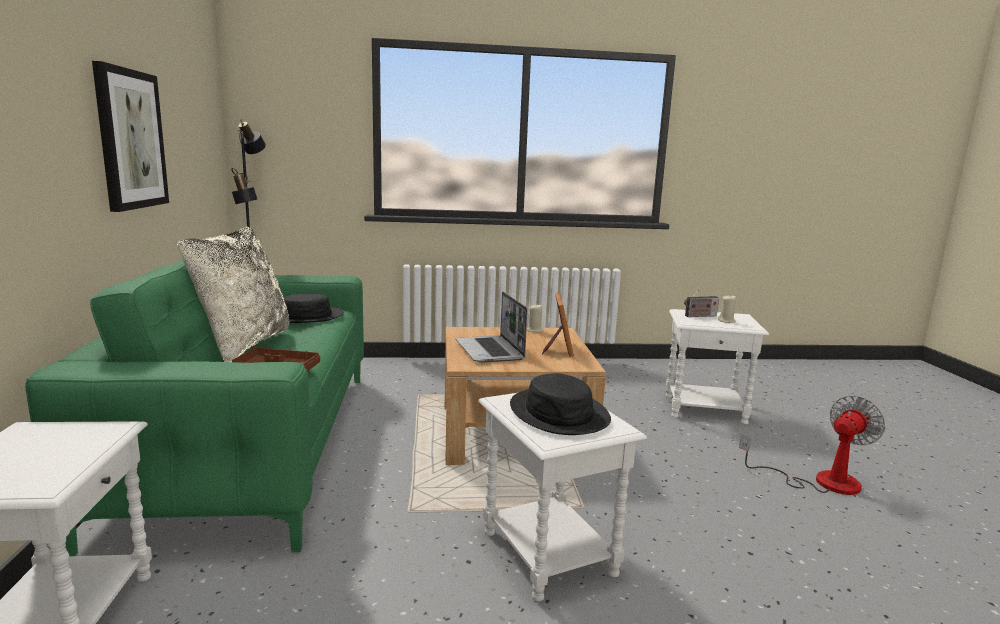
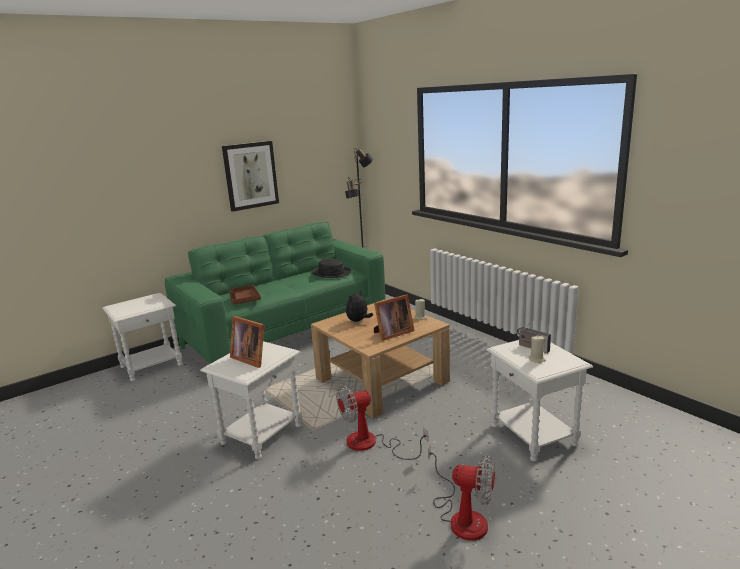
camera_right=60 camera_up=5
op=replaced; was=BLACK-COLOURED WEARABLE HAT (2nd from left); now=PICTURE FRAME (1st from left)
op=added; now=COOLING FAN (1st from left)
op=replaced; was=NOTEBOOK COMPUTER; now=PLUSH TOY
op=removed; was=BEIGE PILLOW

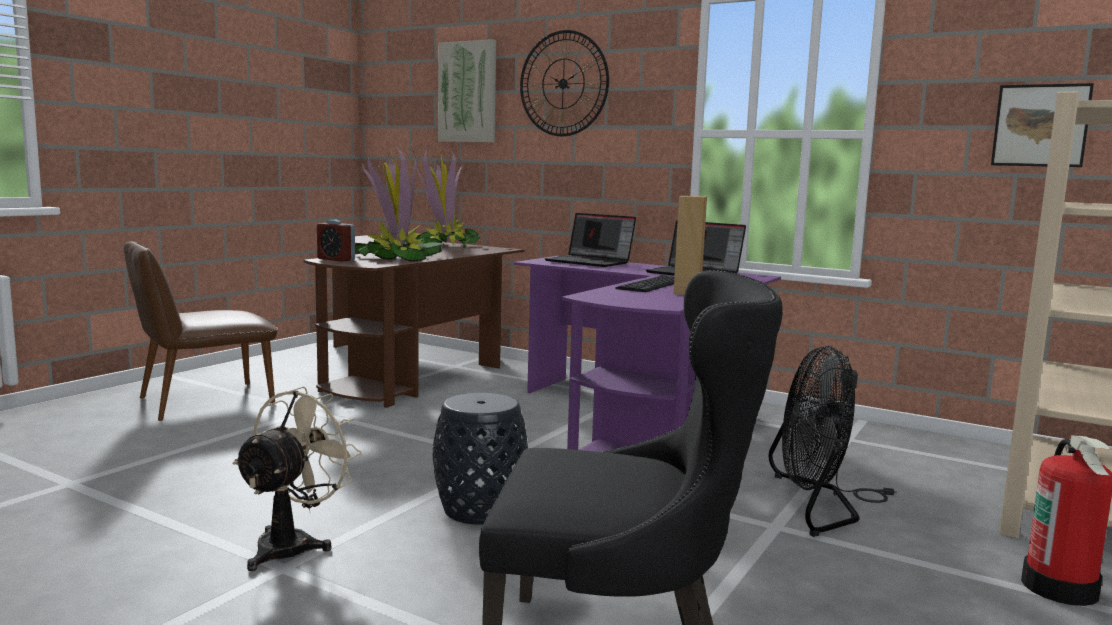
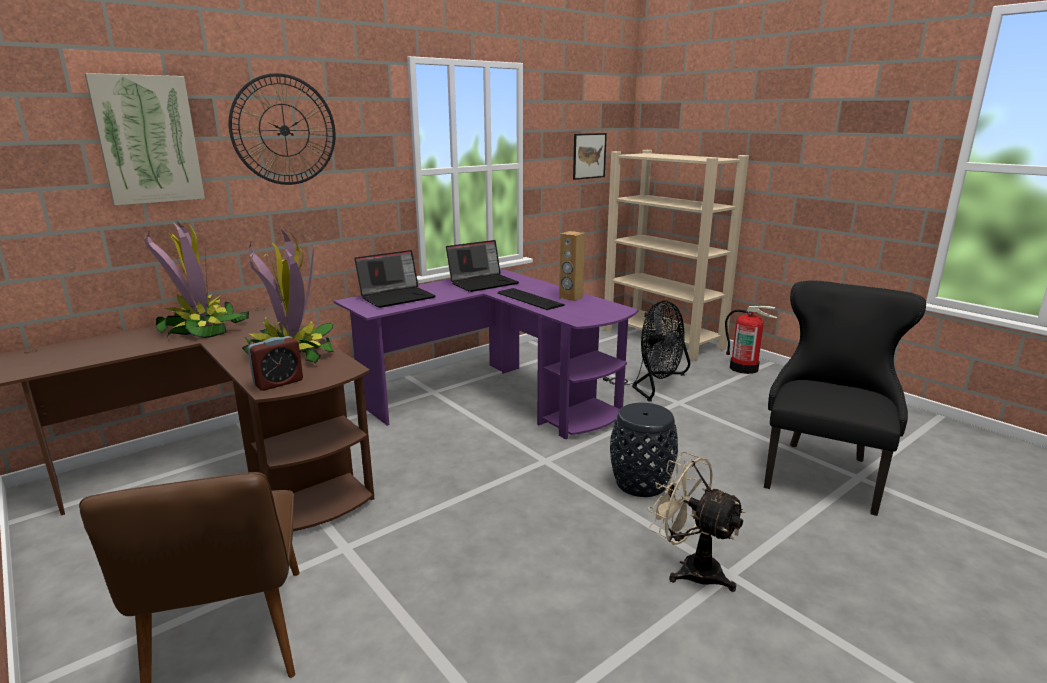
camera_right=-70 camera_up=10
op=turned; was=BLACK-COLOURED COOLING FAN; clockwise=-75

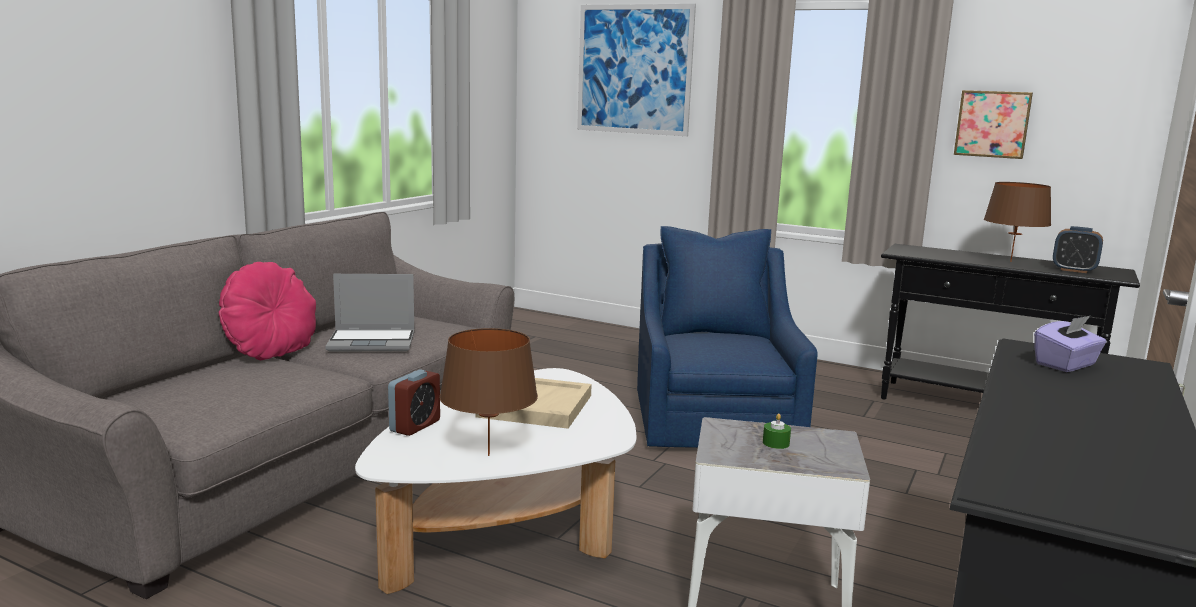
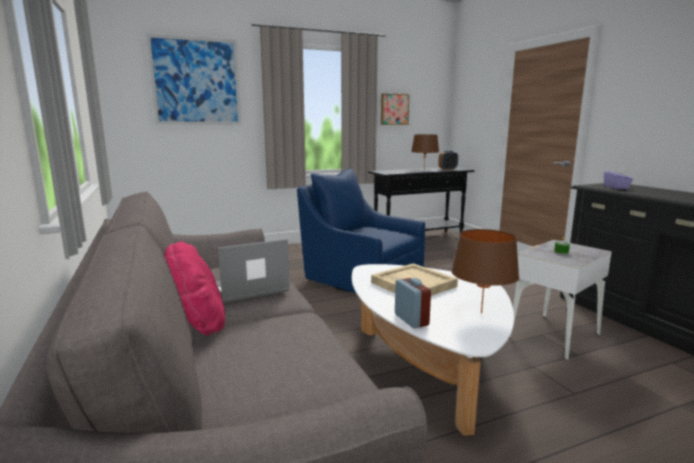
camera_right=-50 camera_up=0
op=turned; was=NOTEBOOK COMPUTER; clockwise=-150

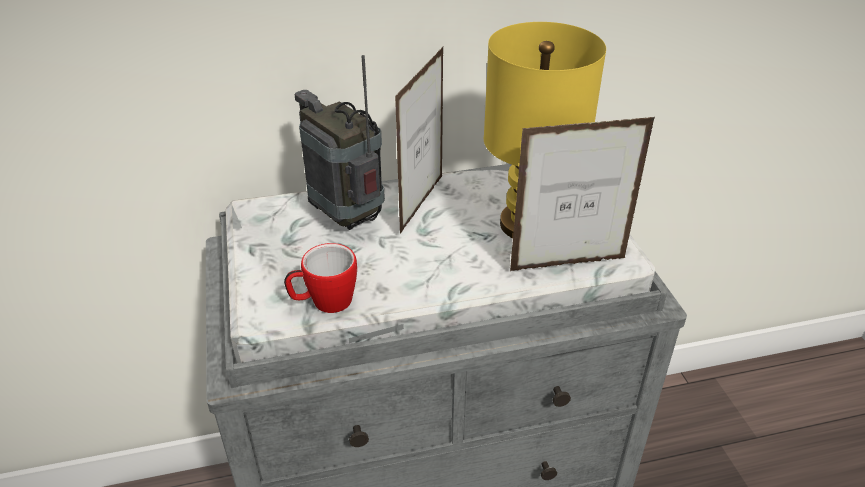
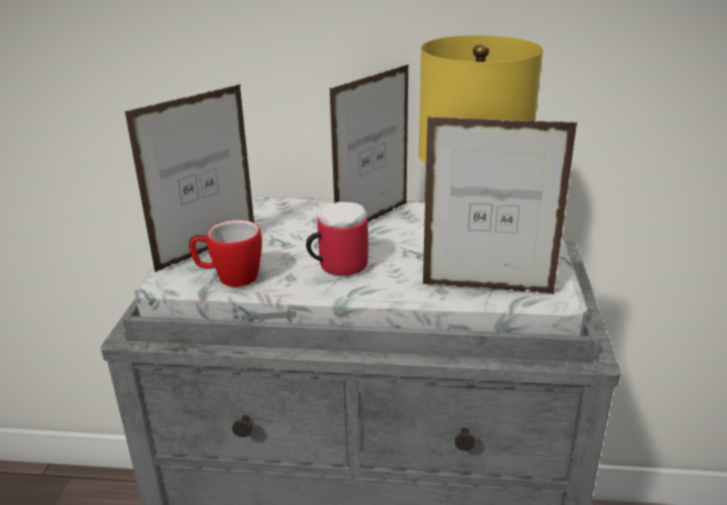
camera_right=20 camera_up=-10
op=added; now=PICTURE FRAME (1st from left)
op=added; now=TEA MUG (2nd from left)
op=removed; was=RADIO SET

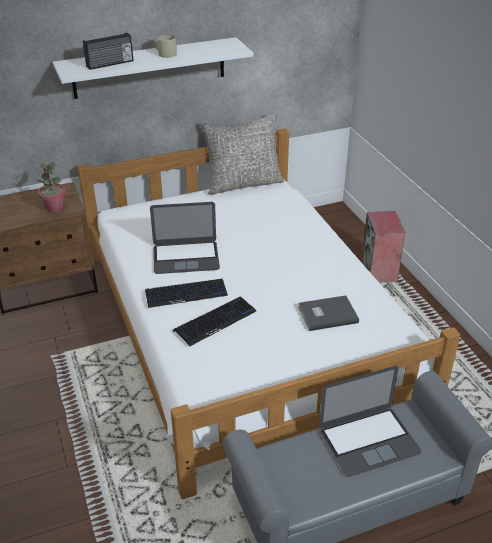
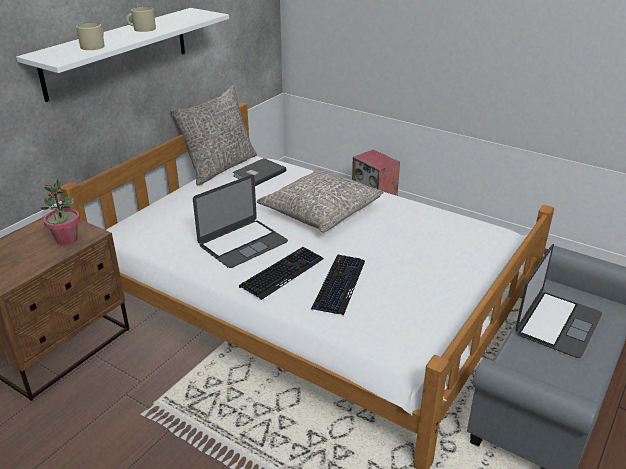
camera_right=-35 camera_up=-5
op=replaced; was=RADIO SET; now=BEIGE TEA MUG (1st from left)
op=moved; was=GRAY VOLUME
op=added; now=GRAY PILLOW (2nd from left)

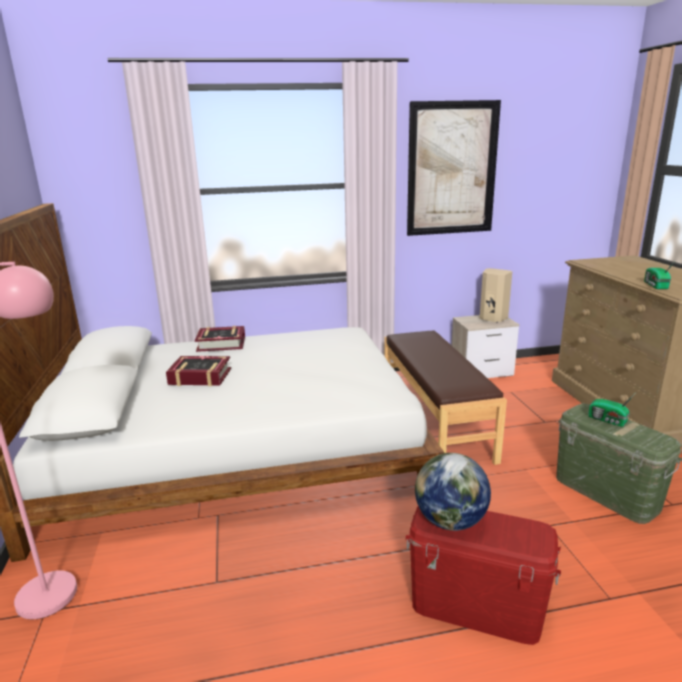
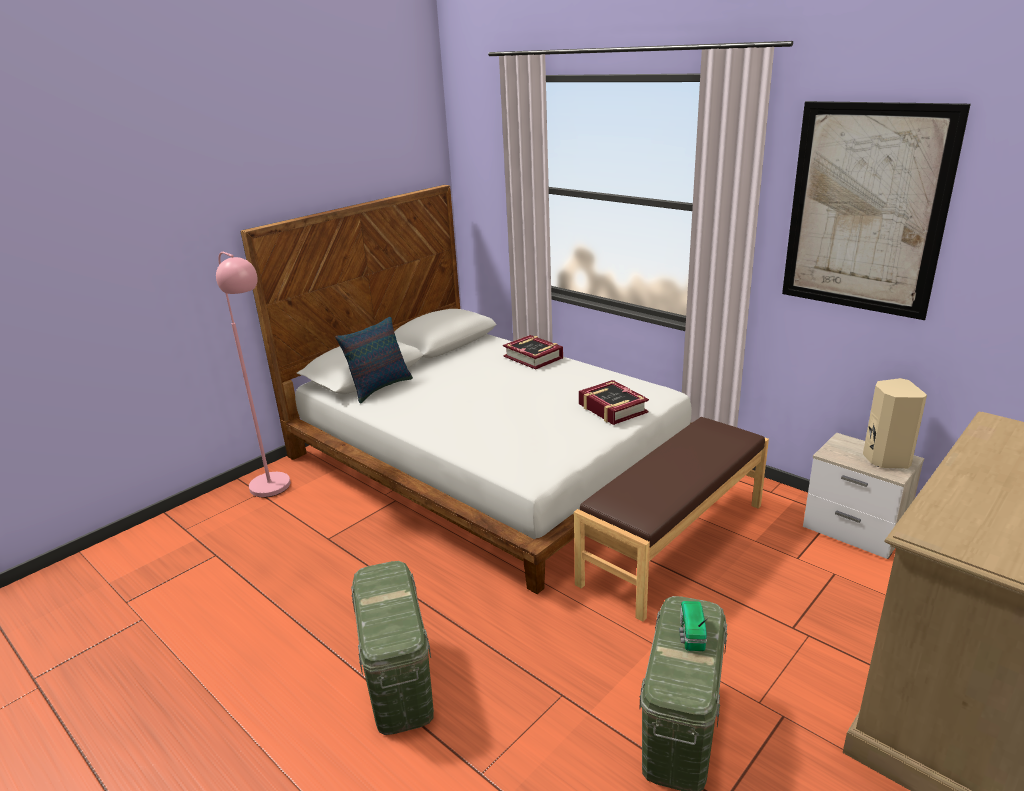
camera_right=55 camera_up=5
op=added; now=BLUISH PILLOW
op=recoloured; was=REDDISH STORAGE CONTAINER; now=GREENISH STORAGE CONTAINER (1st from left)
op=moved; was=VOLUME (1st from left in the first image); now=VOLUME (2nd from left)
op=removed; was=GLOBE
op=removed; was=RADIO SET (2nd from left)

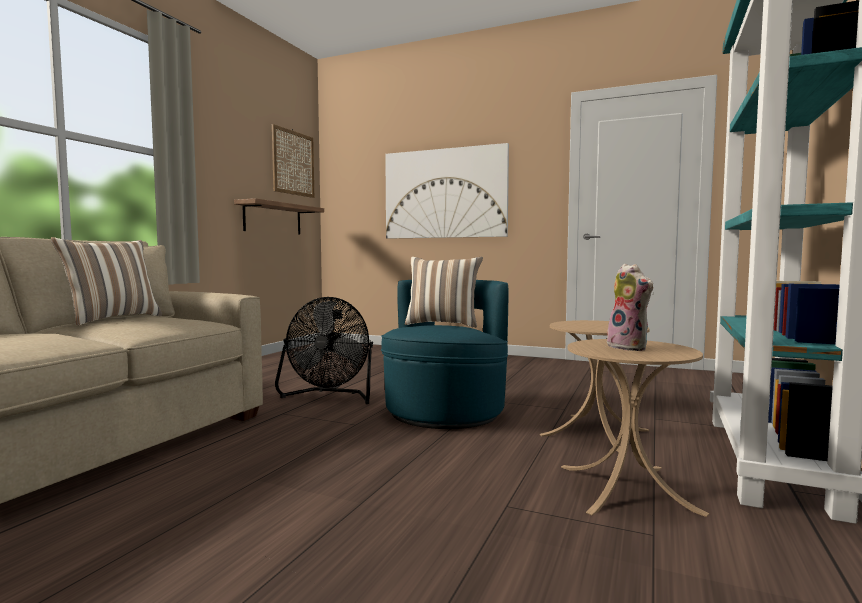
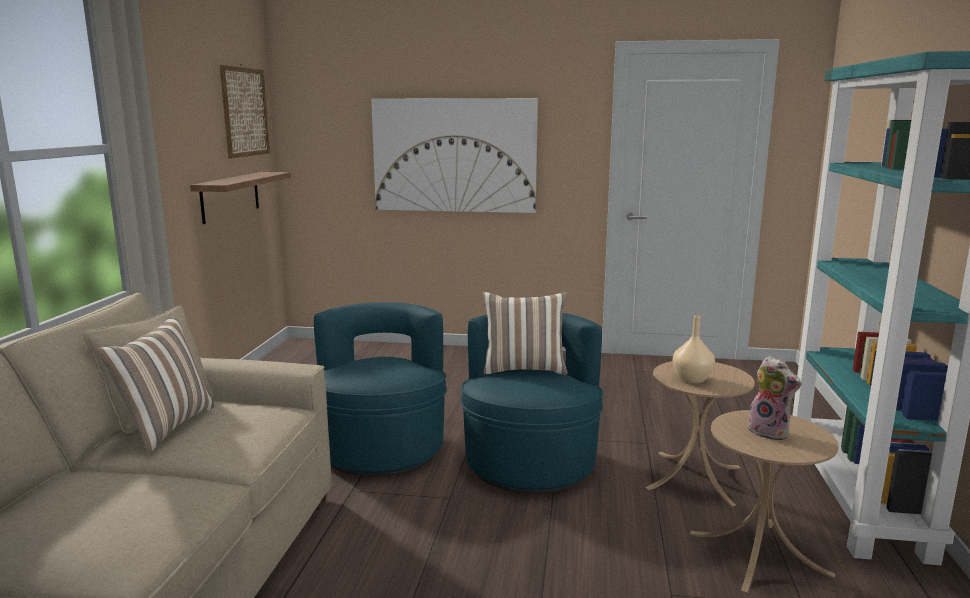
camera_right=-15 camera_up=10
op=replaced; was=BLACK-COLOURED COOLING FAN; now=TURQUOISE LOUNGE CHAIR (1st from left)
op=added; now=BEIGE DECORATIVE VASE

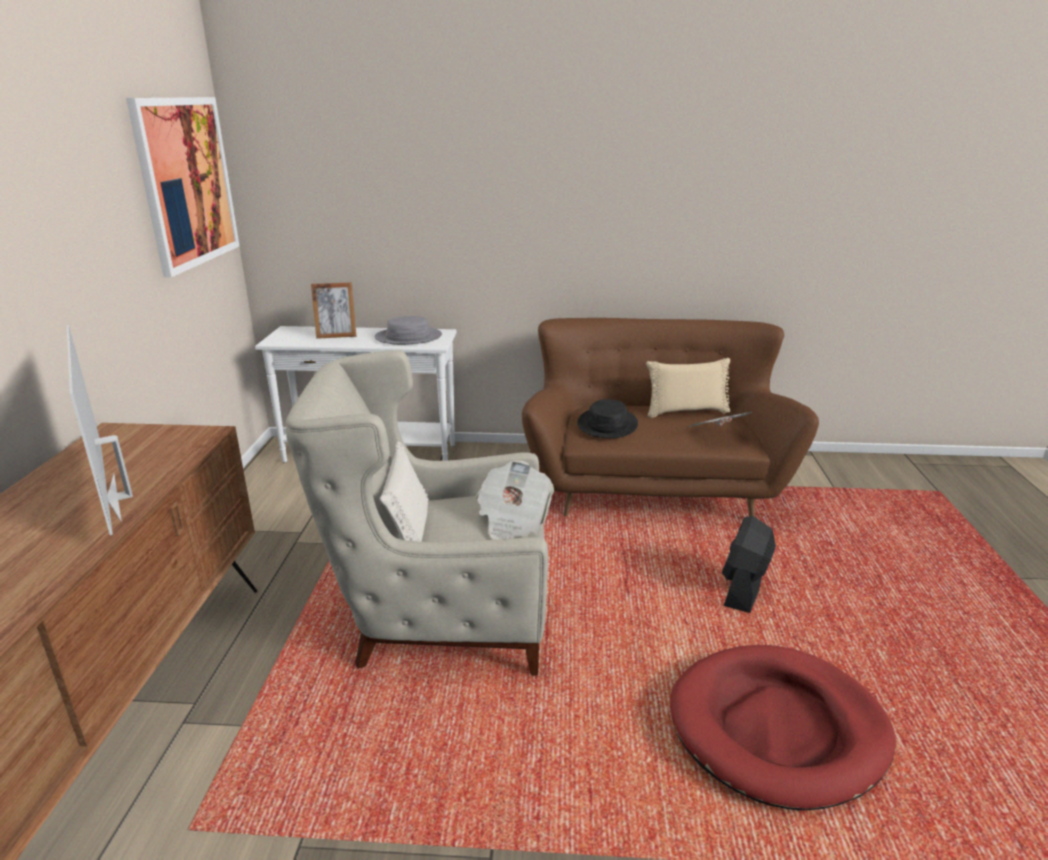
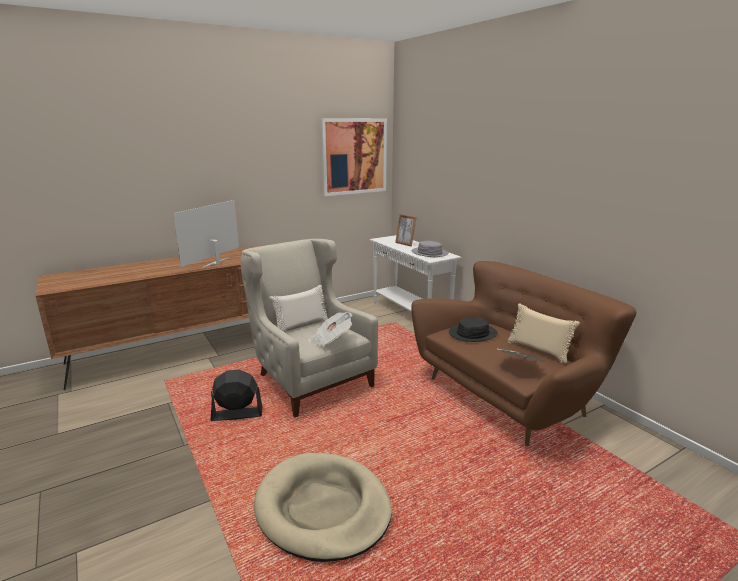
camera_right=55 camera_up=-5
op=moved; was=BLACK-COLOURED COOLING FAN
op=recoloured; was=REDDISH PET BED; now=BEIGE PET BED

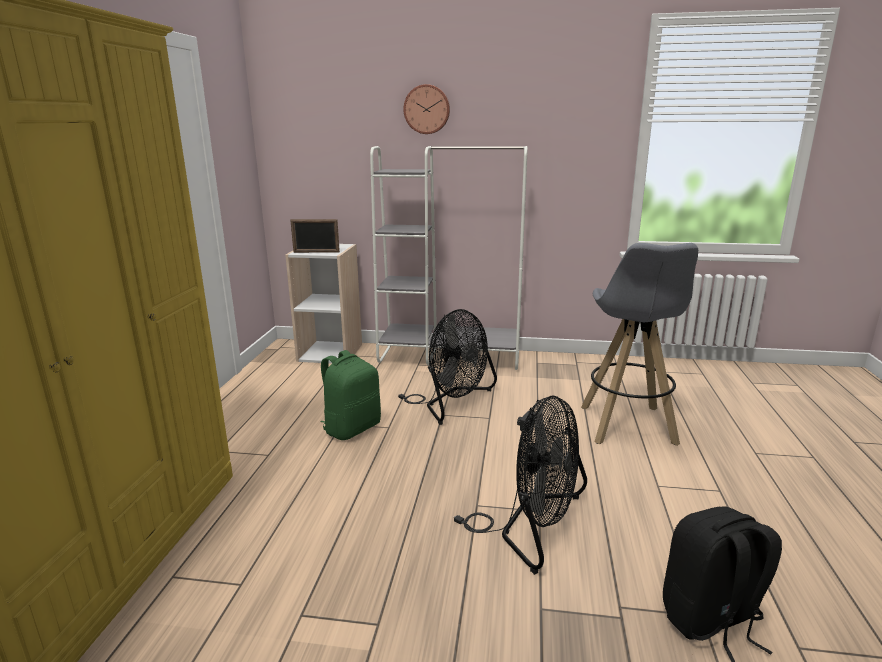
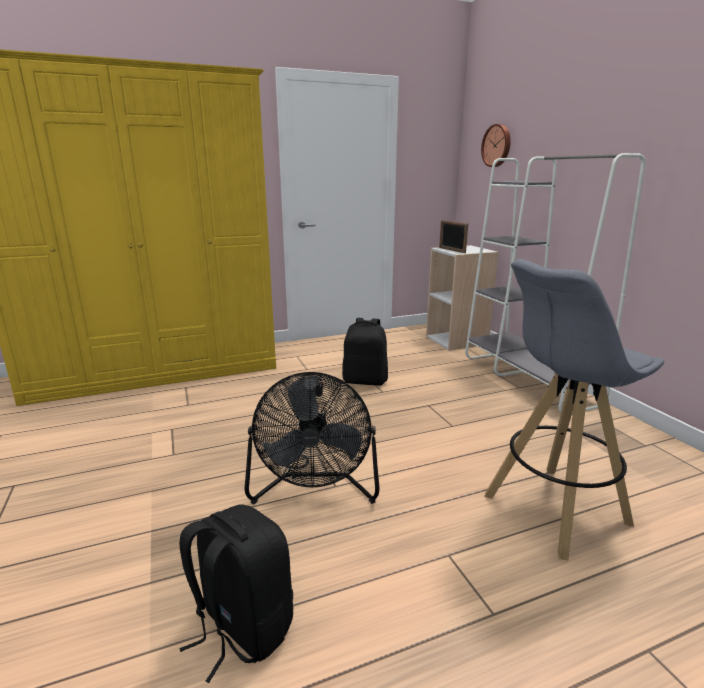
camera_right=60 camera_up=0
op=recoloured; was=GREENISH KNAPSACK; now=BLACK-COLOURED KNAPSACK (2nd from left)
op=moved; was=CLOCK ON THE WALL
op=removed; was=BLACK-COLOURED COOLING FAN (1st from left)

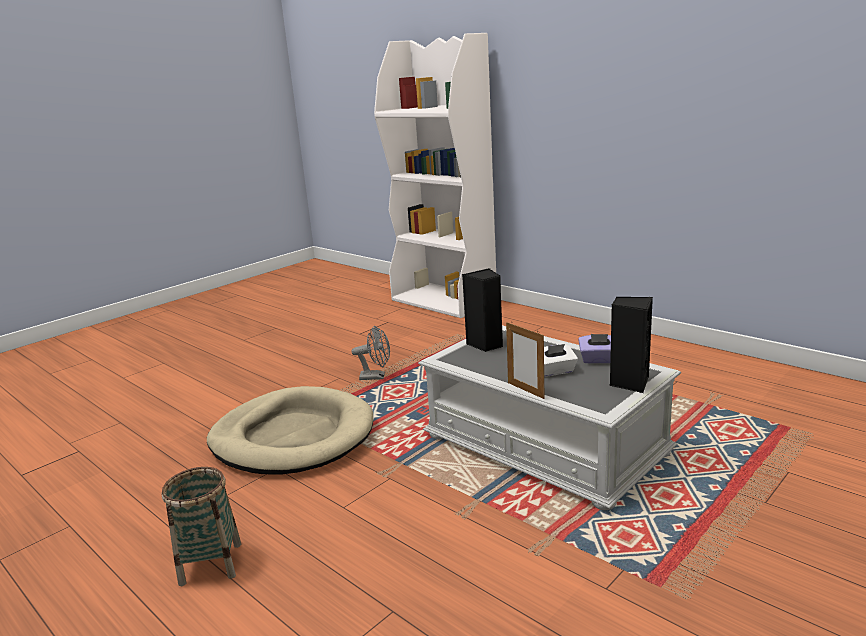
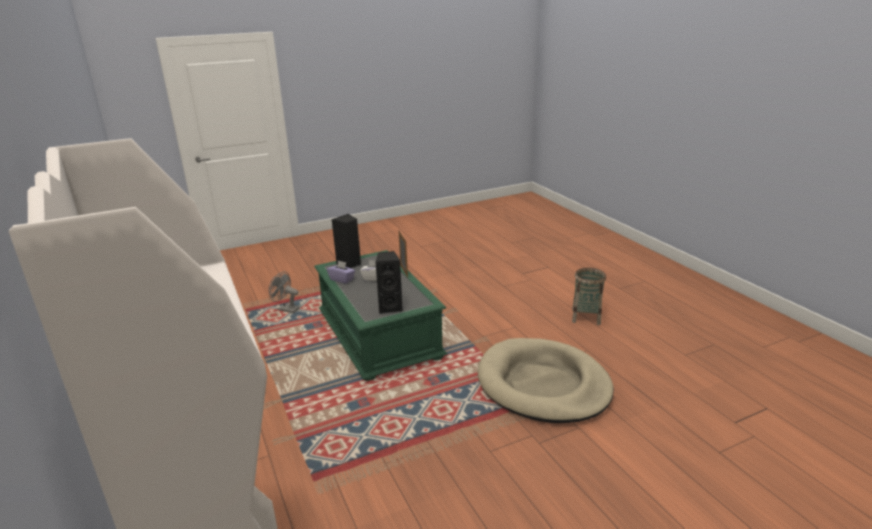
camera_right=-160 camera_up=5
op=moved; was=GRAY COOLING FAN
op=recoloured; was=WHITE LOUNGE TABLE; now=GREENISH LOUNGE TABLE

